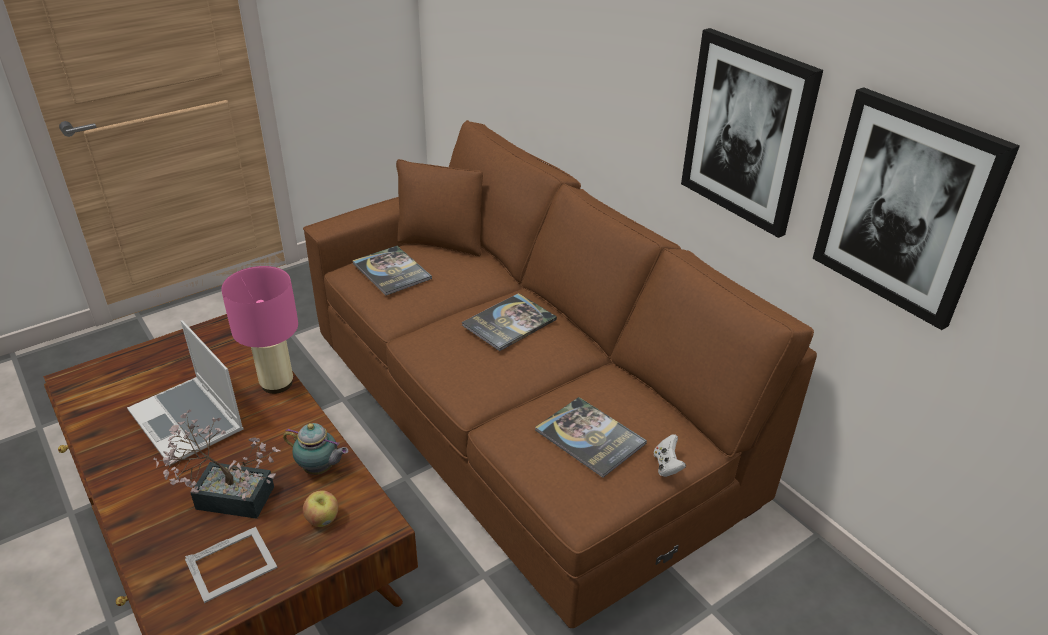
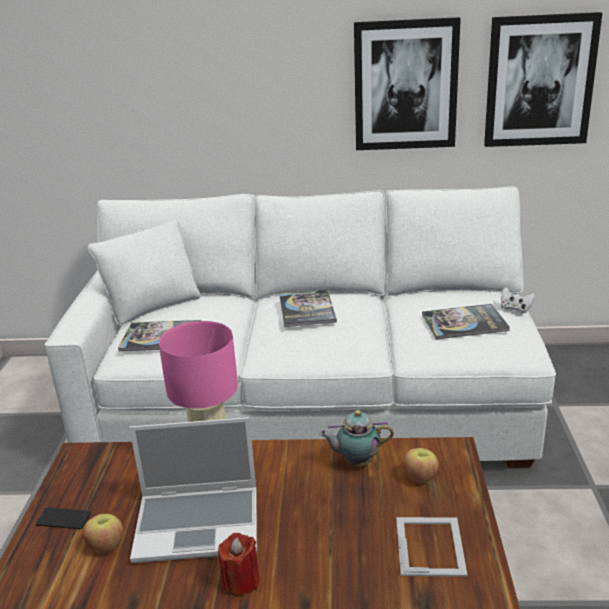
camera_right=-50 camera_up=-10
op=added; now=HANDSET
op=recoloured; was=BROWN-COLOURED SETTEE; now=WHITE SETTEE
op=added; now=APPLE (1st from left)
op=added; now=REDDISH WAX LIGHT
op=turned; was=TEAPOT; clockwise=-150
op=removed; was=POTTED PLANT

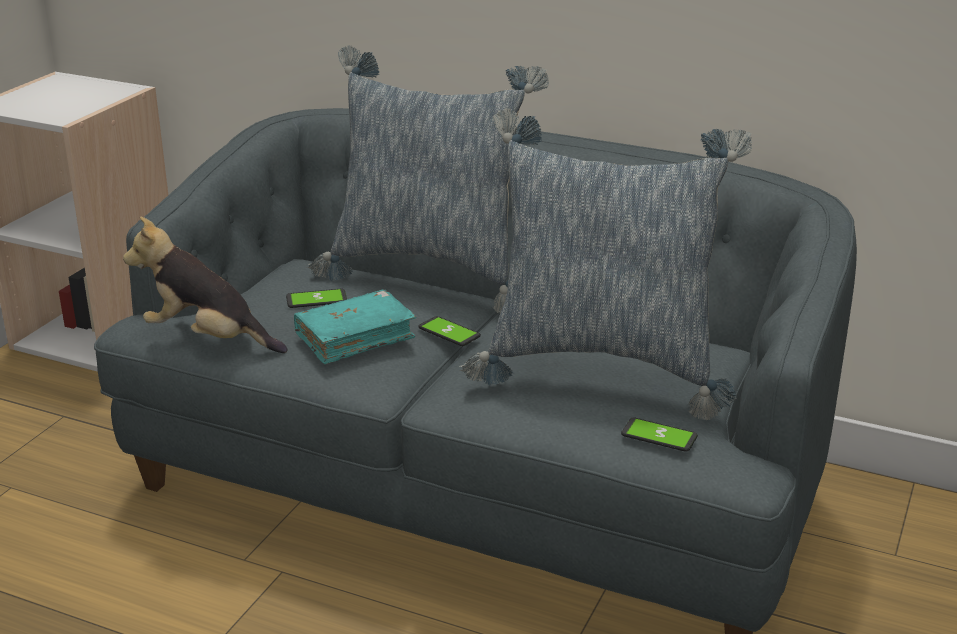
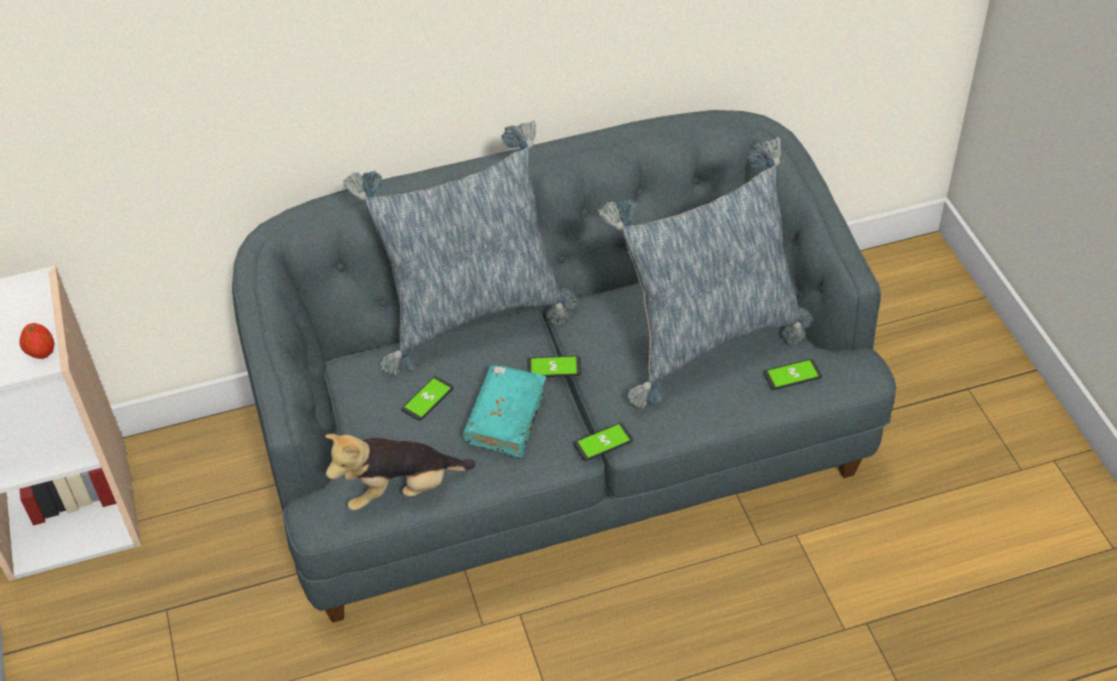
camera_right=-40 camera_up=20
op=added; now=APPLE
op=added; now=HANDSET (3rd from left)

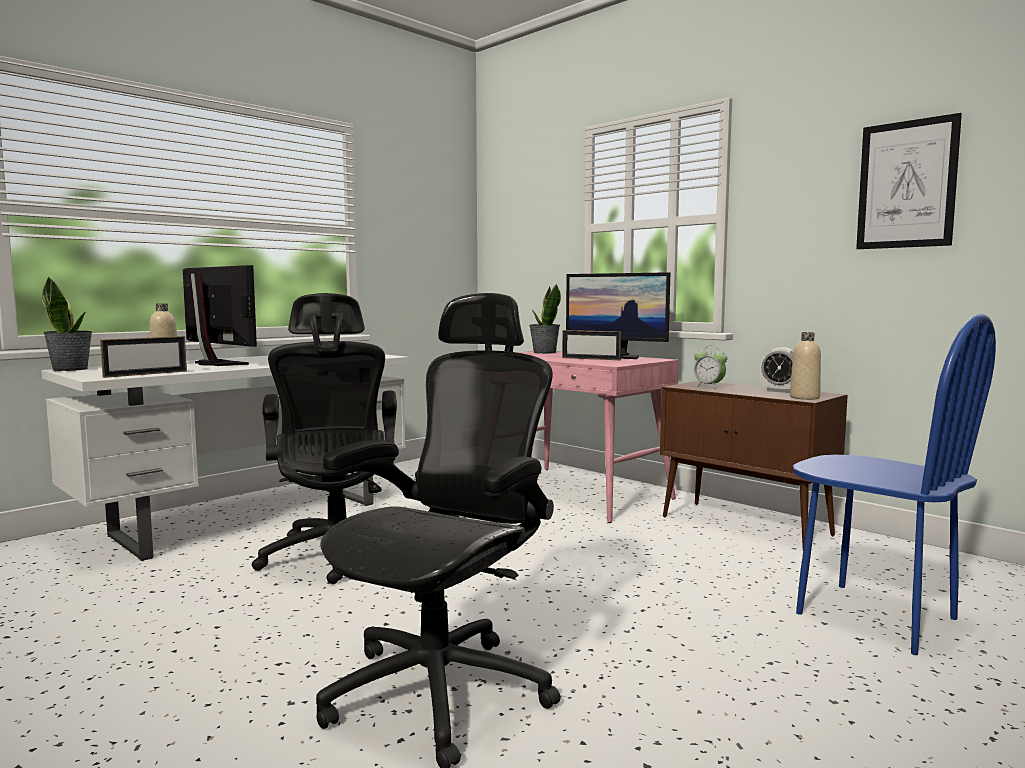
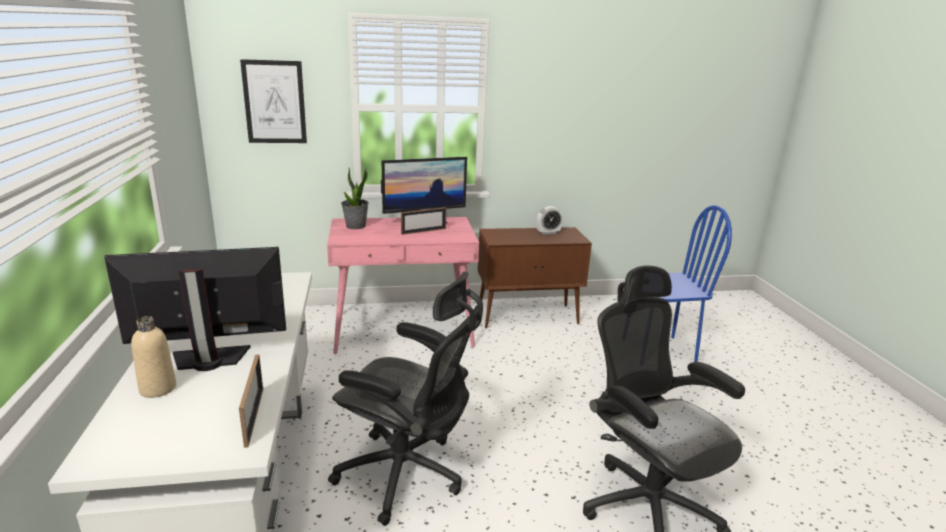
camera_right=-55 camera_up=15
op=moved; was=PICTURE
op=removed; was=POTTED PLANT (1st from left)
op=removed; was=TABLE CLOCK (1st from left)
op=removed; was=BEIGE BEVERAGE BOTTLE (2nd from left)

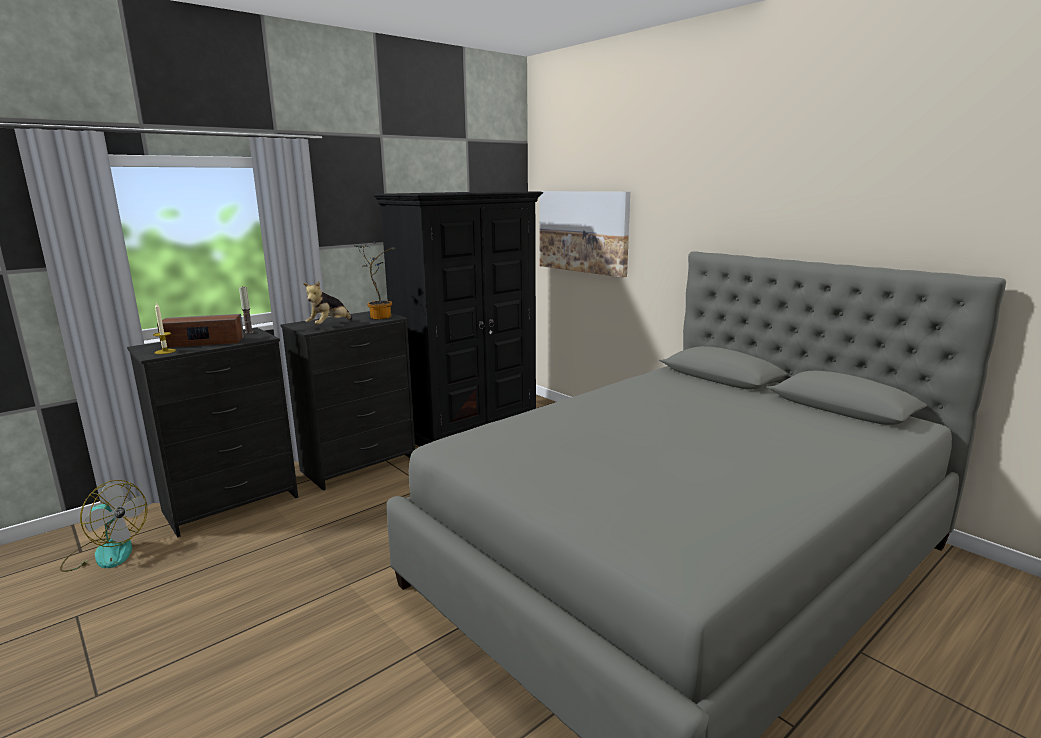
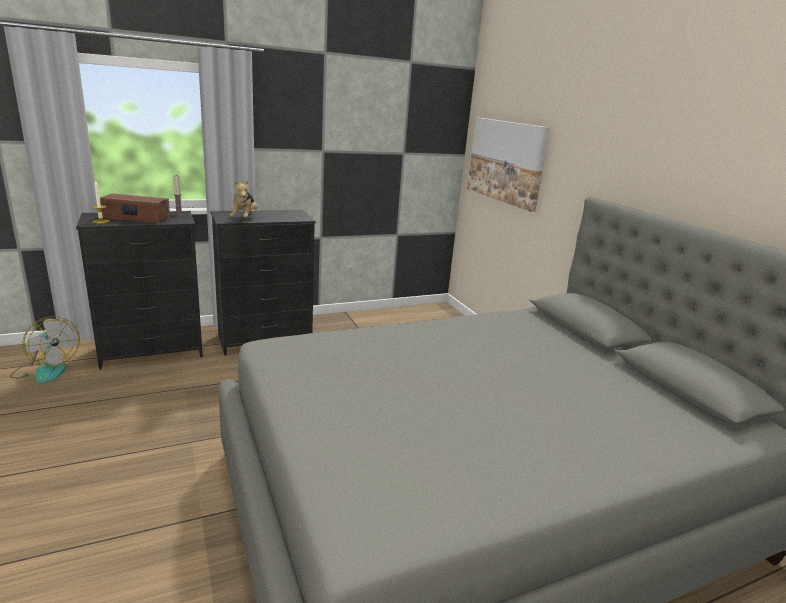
camera_right=15 camera_up=5
op=turned; was=PLUSH TOY; clockwise=-45
op=removed; was=POTTED PLANT
op=removed; was=BLACK-COLOURED WARDROBE

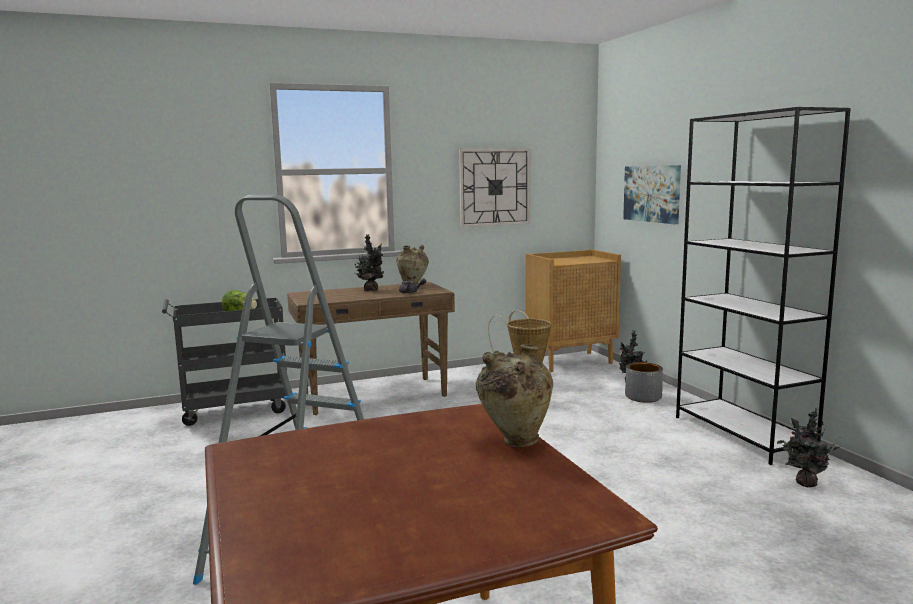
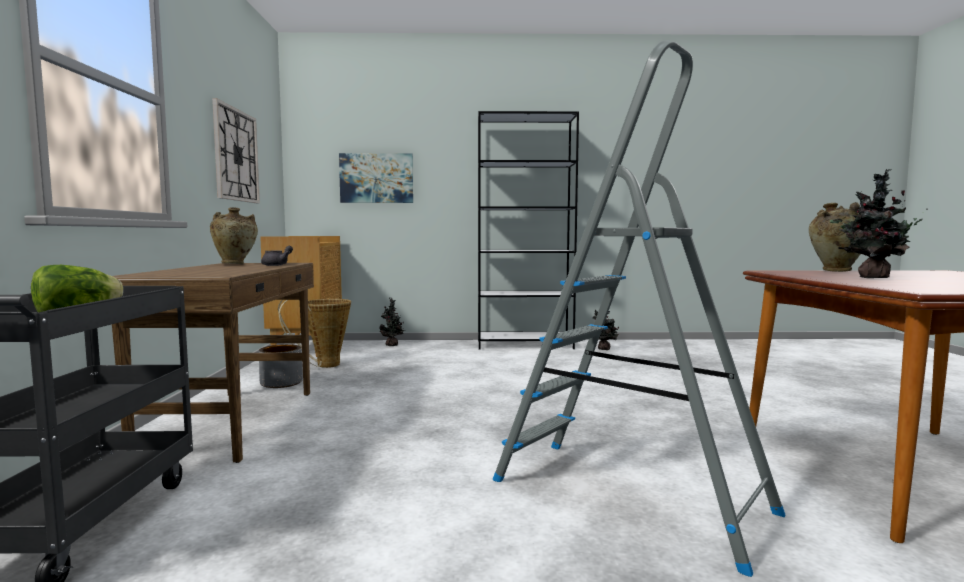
camera_right=-70 camera_up=-5
op=moved; was=GRAY FLOWER POT
op=moved; was=POTTED PLANT (1st from left in the first image); now=POTTED PLANT (3rd from left)

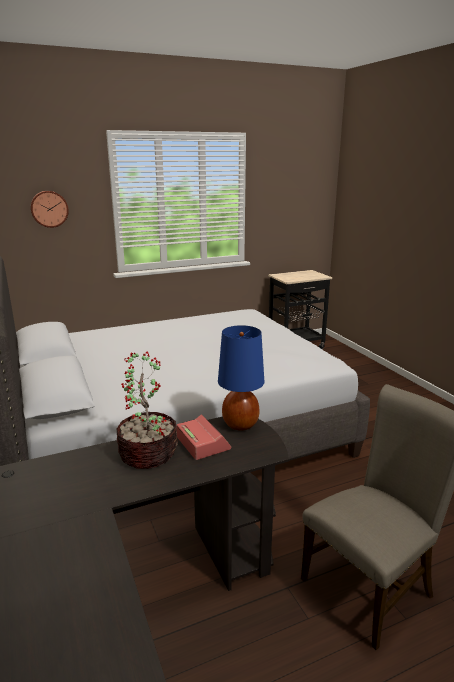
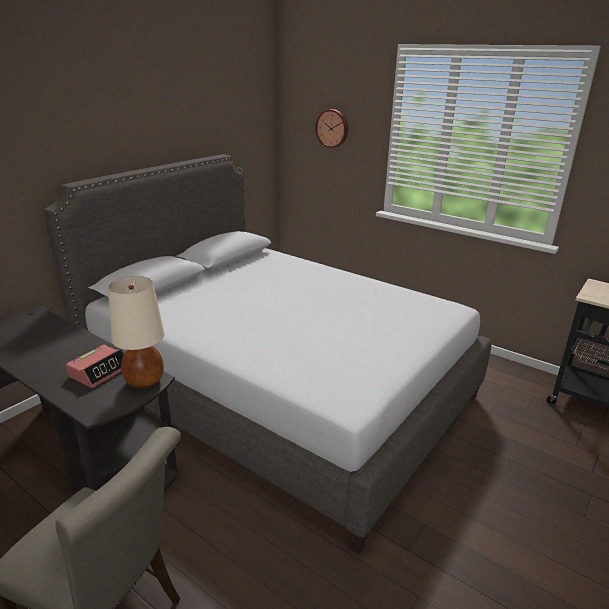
camera_right=60 camera_up=5
op=recoloured; was=BLUISH TABLETOP LAMP; now=BEIGE TABLETOP LAMP
op=removed; was=POTTED PLANT

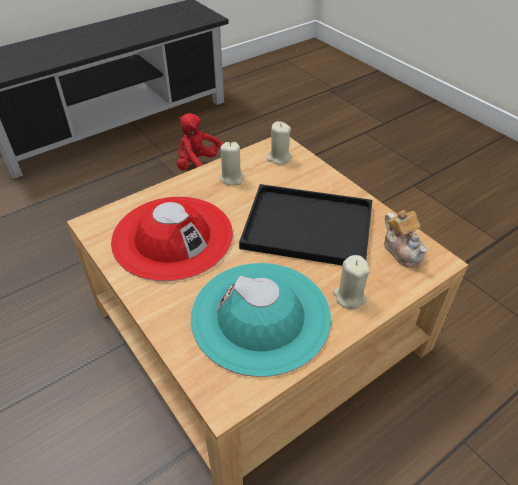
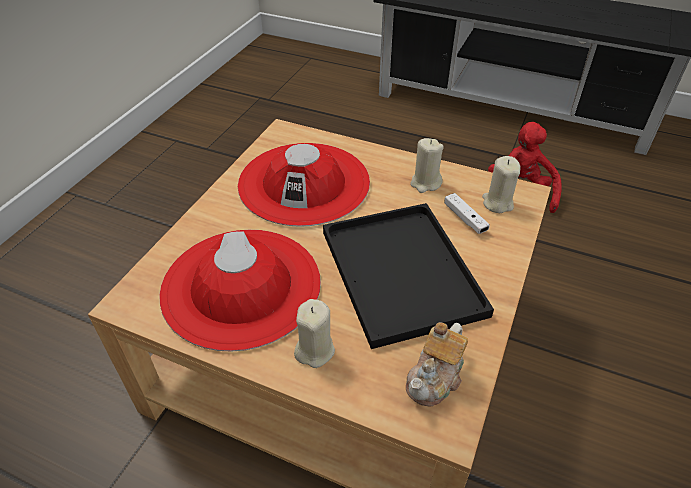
camera_right=60 camera_up=0
op=recoloured; was=TURQUOISE WEARABLE HAT; now=REDDISH WEARABLE HAT (1st from left)
op=added; now=WHITE GAMEPAD

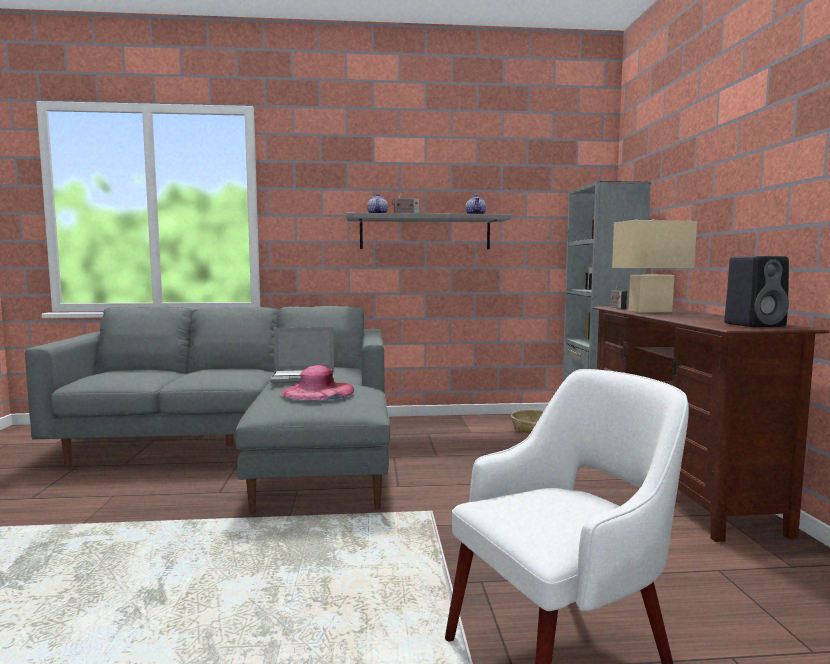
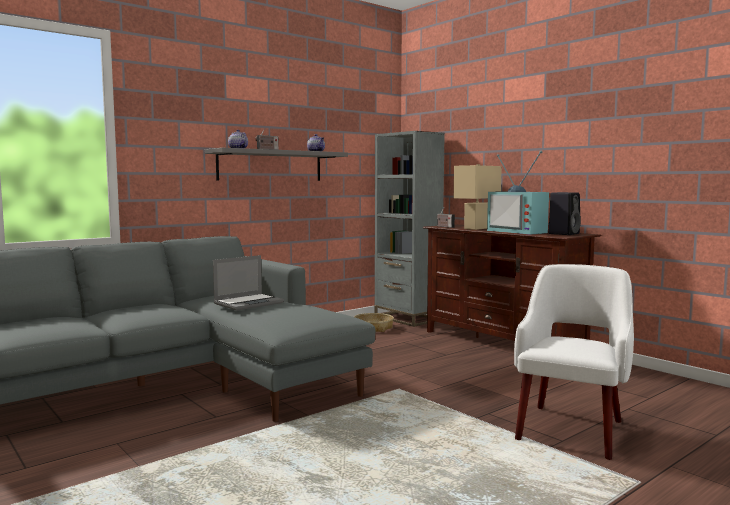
camera_right=-35 camera_up=0
op=added; now=TELEVISION
op=removed; was=PINKISH WEARABLE HAT

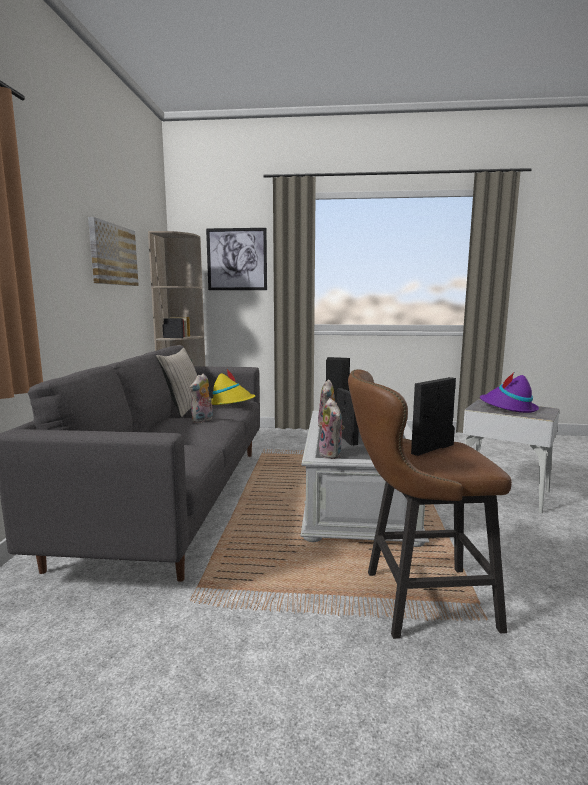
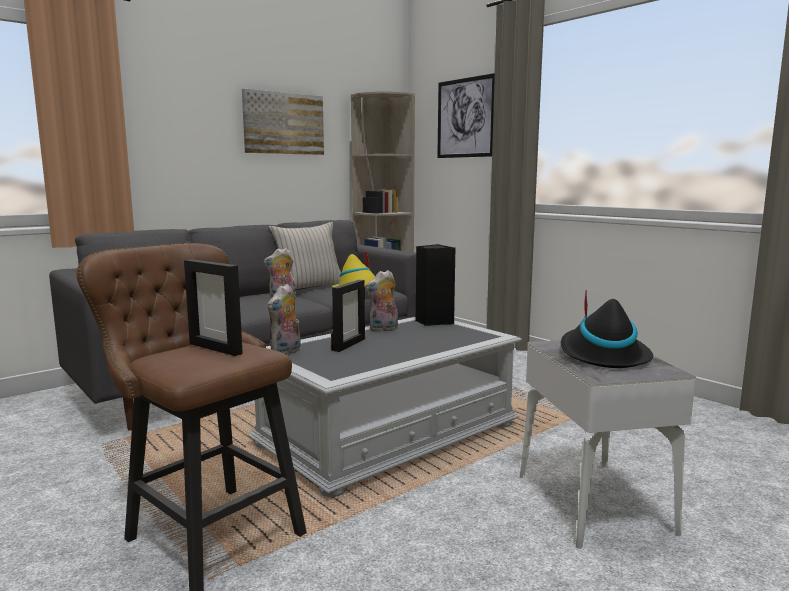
camera_right=45 camera_up=0
op=turned; was=PICTURE FRAME (2nd from left in the first image); clockwise=-150
op=recoloured; was=PURPLE WEARABLE HAT; now=BLACK-COLOURED WEARABLE HAT

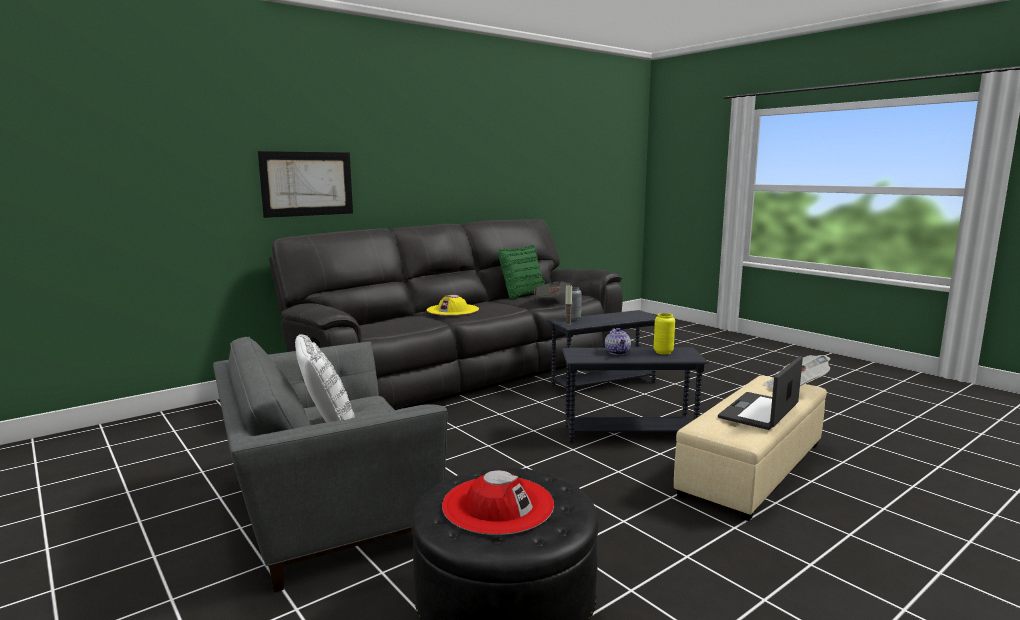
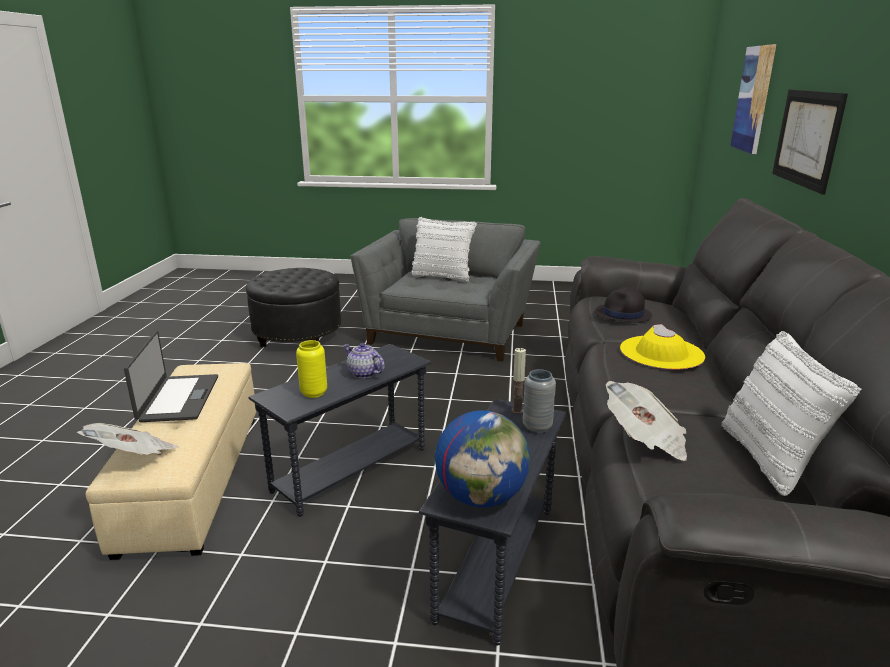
camera_right=135 camera_up=10
op=added; now=GLOBE
op=added; now=BLACK-COLOURED WEARABLE HAT
op=recoloured; was=GREENISH PILLOW; now=WHITE PILLOW (2nd from left)
op=added; now=PICTURE (1st from left)
op=removed; was=REDDISH WEARABLE HAT

